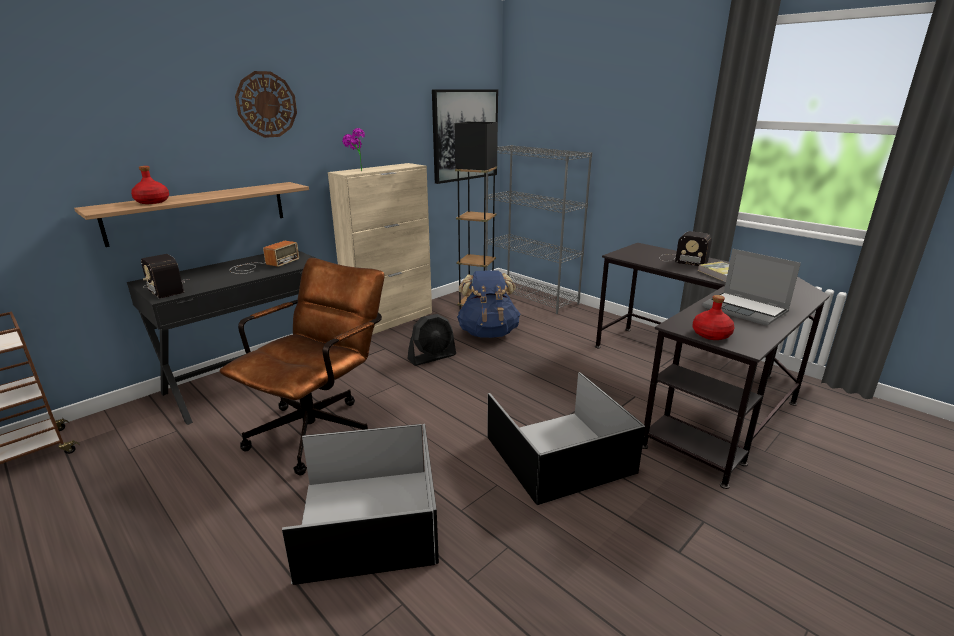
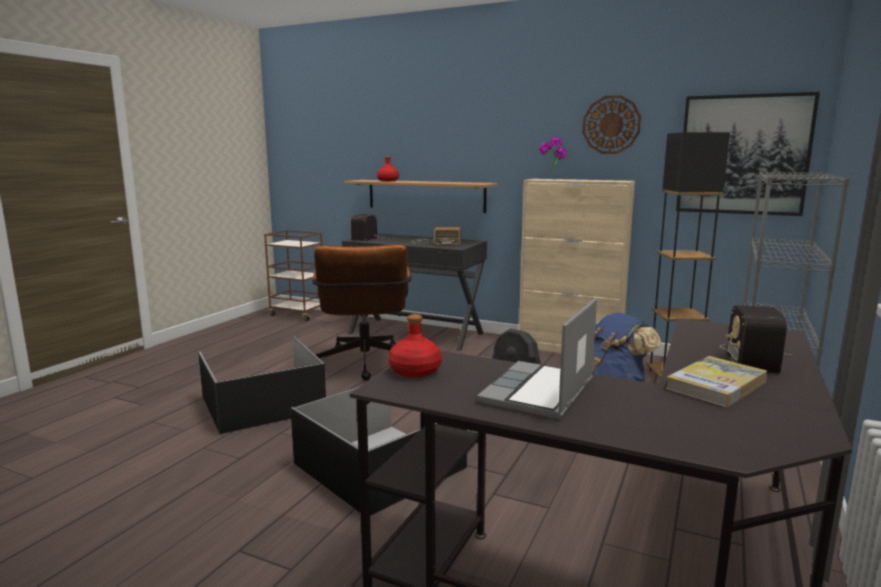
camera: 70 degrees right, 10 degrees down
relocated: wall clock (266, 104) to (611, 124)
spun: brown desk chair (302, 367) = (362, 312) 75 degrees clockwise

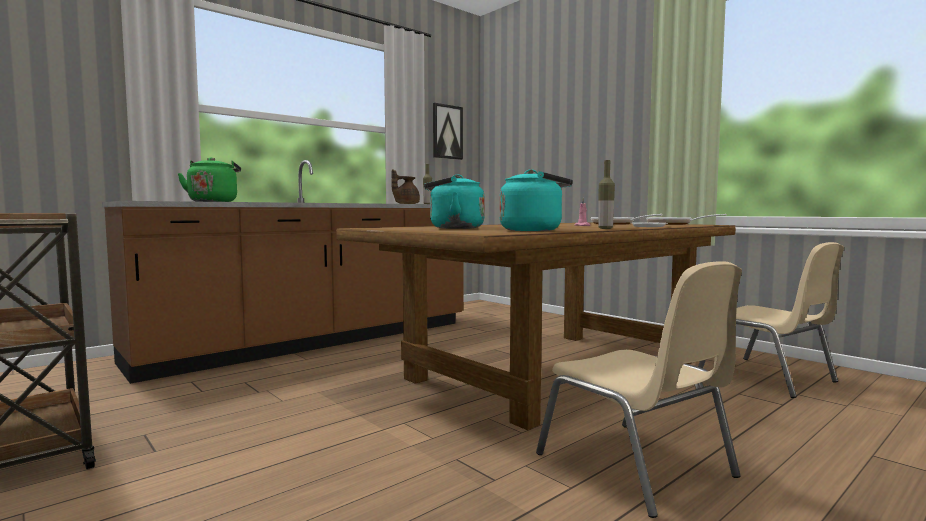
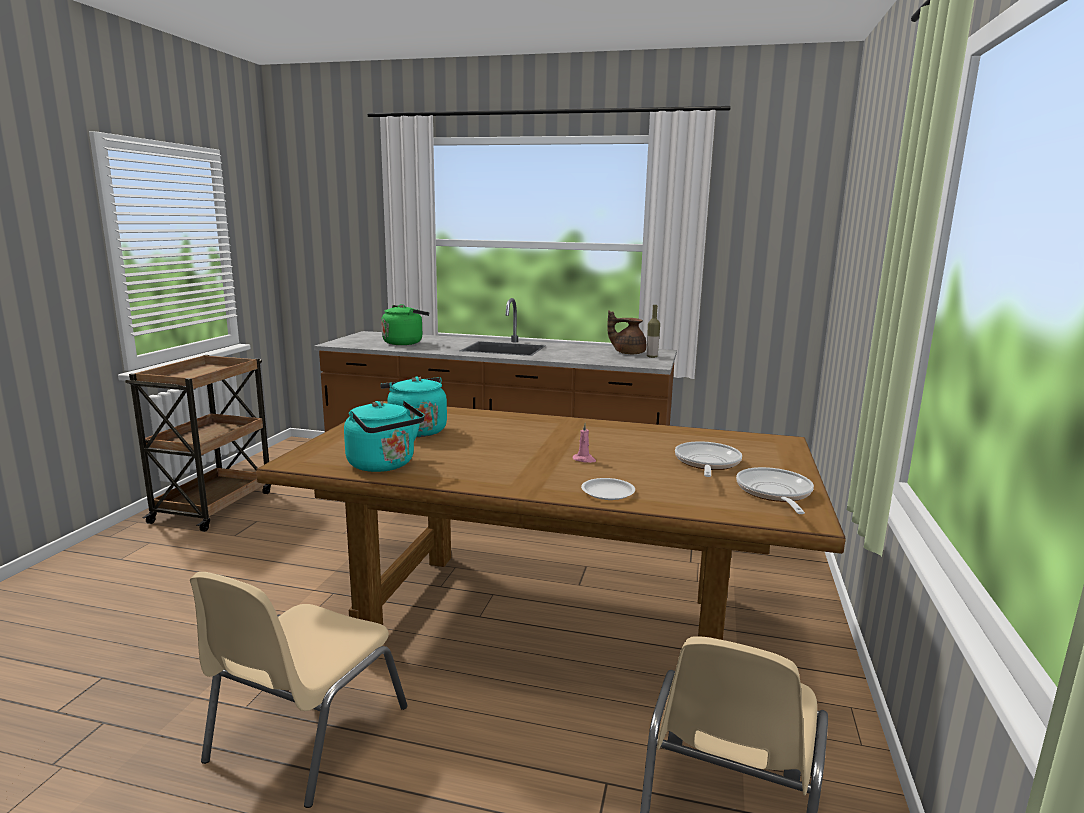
camera: 55 degrees right, 10 degrees up
missing: wall picture (448, 131); bottle (606, 194)

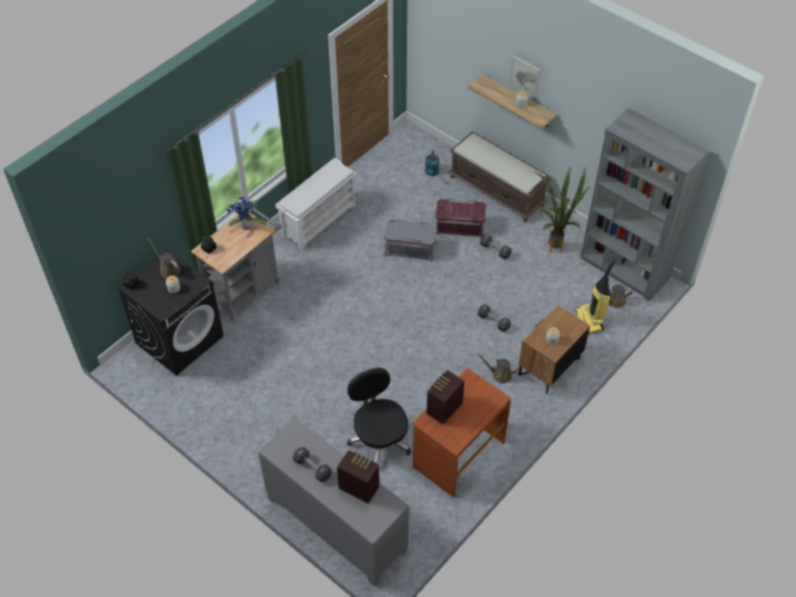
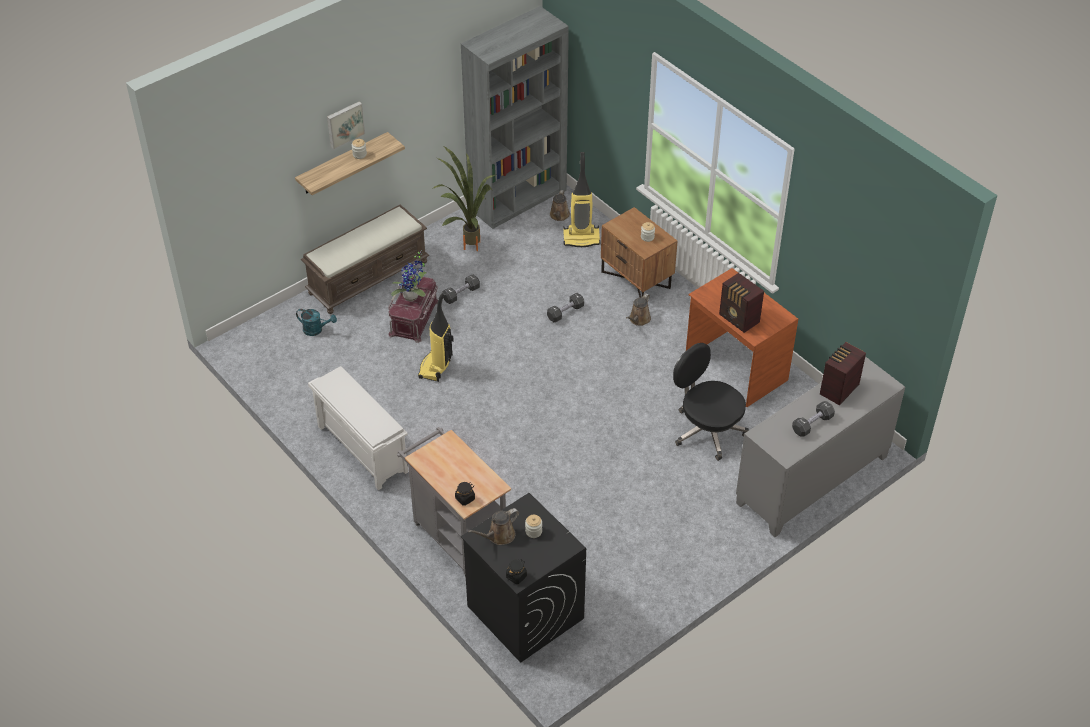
camera: 80 degrees left, 5 degrees down
relocated: plant in a pot (246, 213) to (409, 275)
exchanged: grey storage container (410, 241) to hoover (436, 336)
spun: blackish desk chair (379, 416) = (711, 402) 60 degrees clockwise

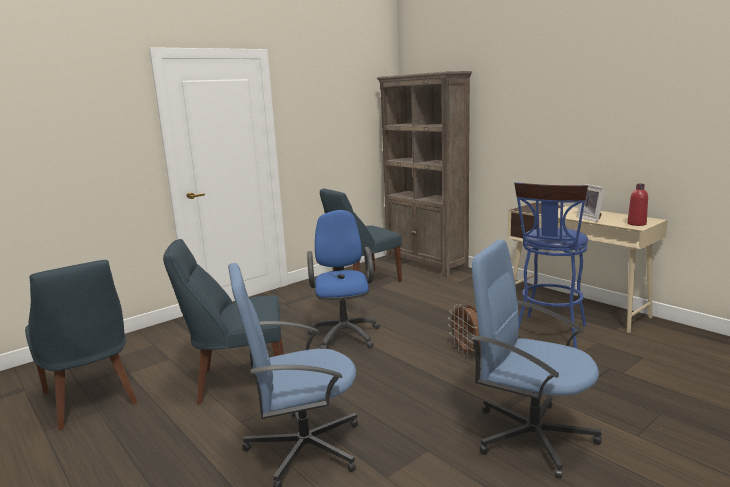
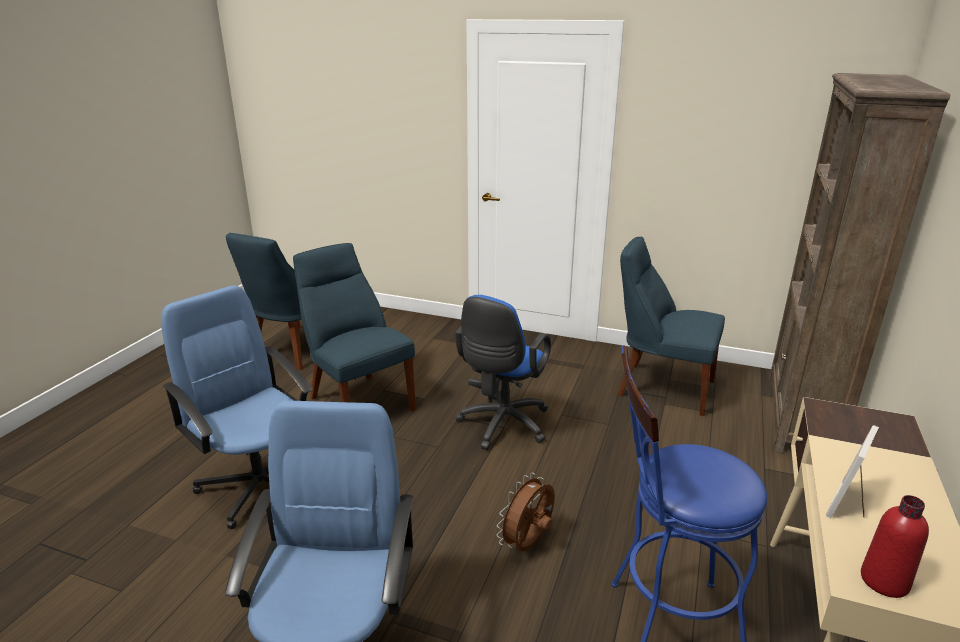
camera: 60 degrees right, 10 degrees up
spun: blue desk chair (343, 279) = (503, 372) 150 degrees clockwise

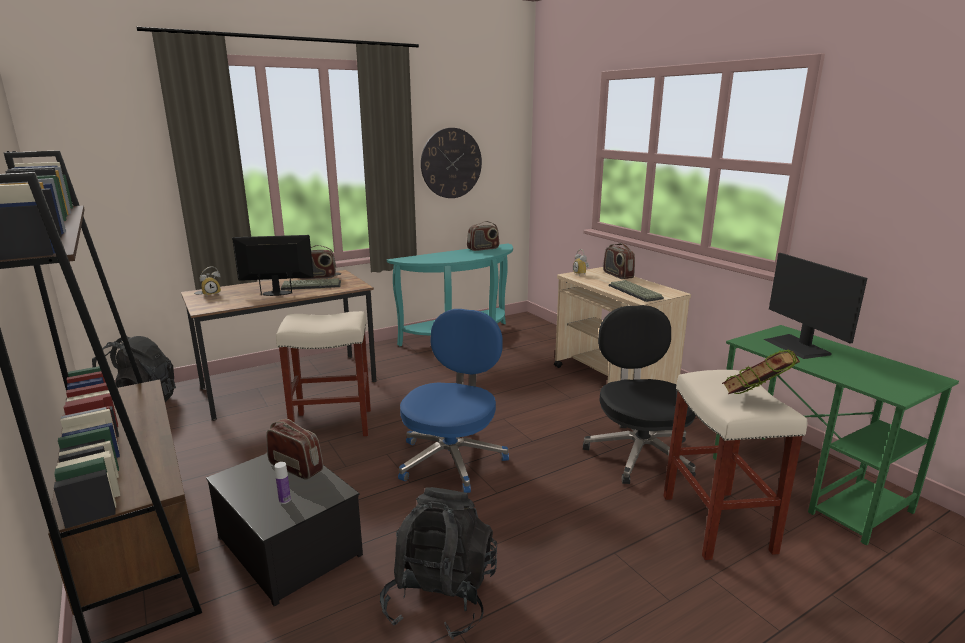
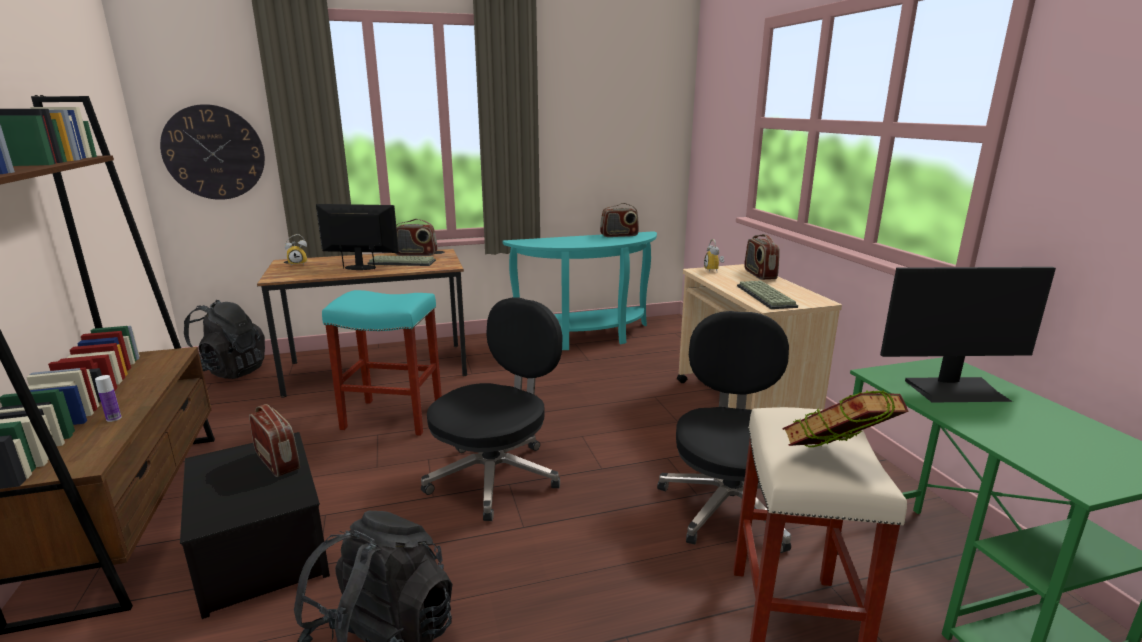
camera: 15 degrees right, 0 degrees up
relocated: bottle (282, 483) to (108, 398); wall clock (451, 163) to (212, 152)
colour: beige-coloured stool seat (323, 373) to turquoise stool seat (382, 363); blue desk chair (453, 401) to blackish desk chair (491, 409)
spun: computer display (816, 306) = (968, 334) 90 degrees counterclockwise

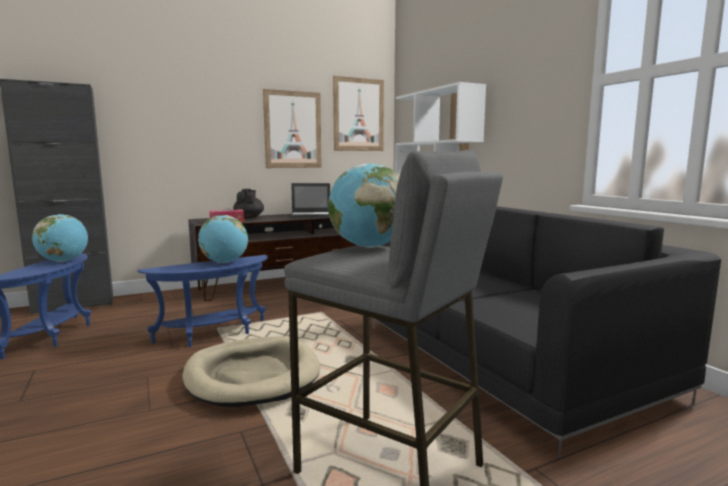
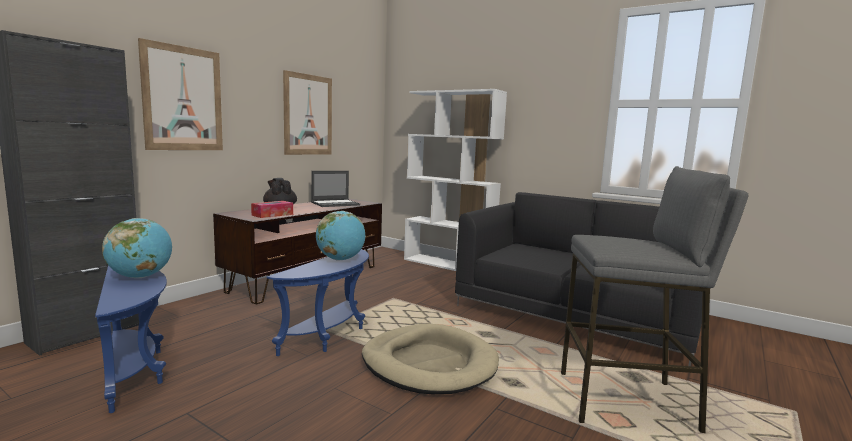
camera: 30 degrees left, 0 degrees up
missing: globe (364, 206)
relocated: wall picture (358, 113) to (180, 94)

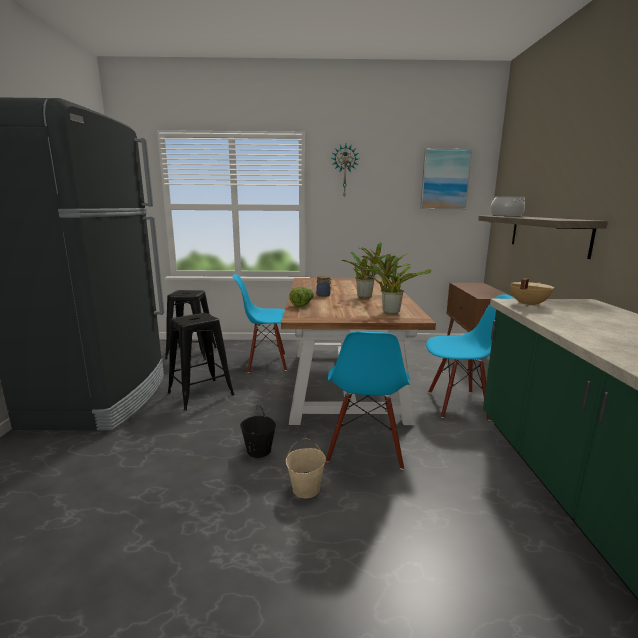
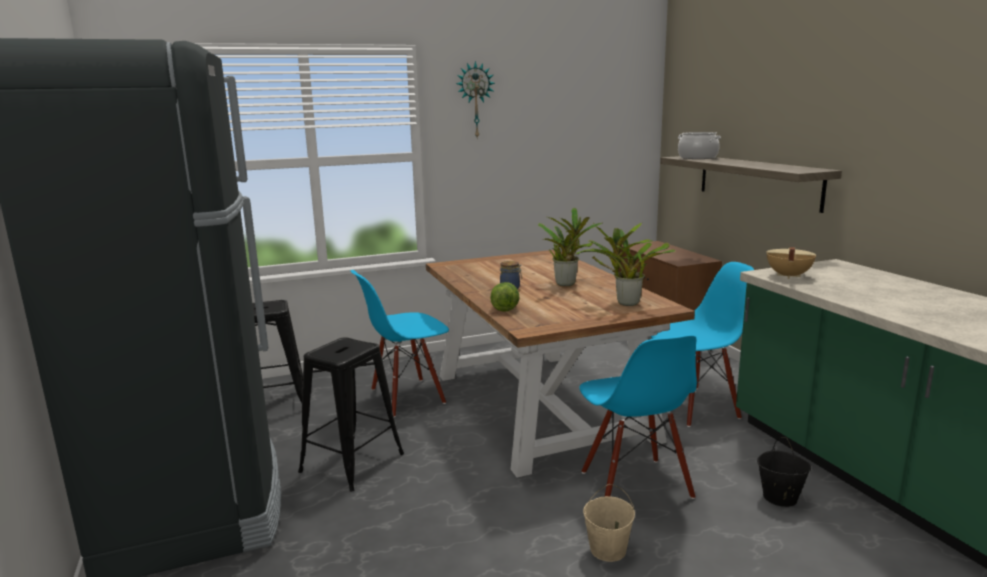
camera: 20 degrees left, 0 degrees up
missing: wall picture (446, 179)
relocated: blackish bucket (258, 432) to (784, 472)

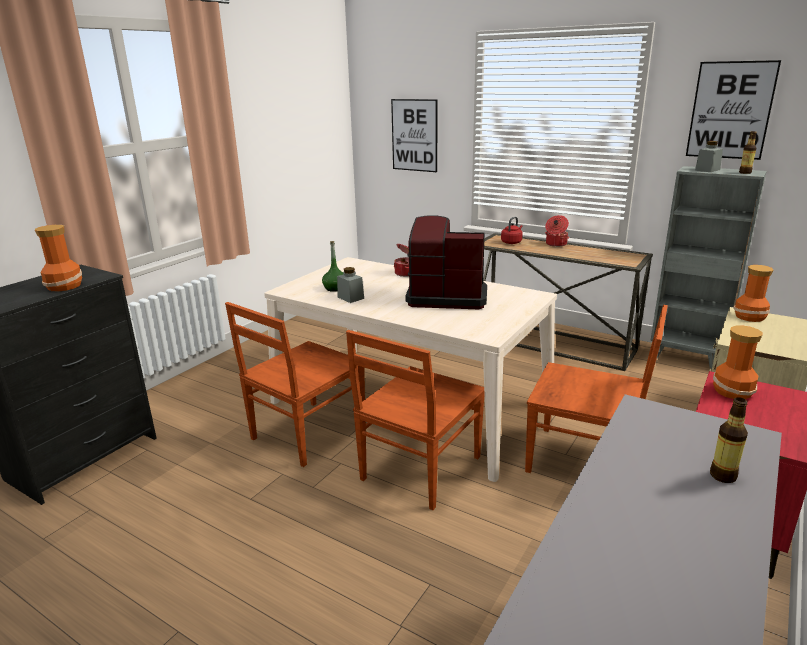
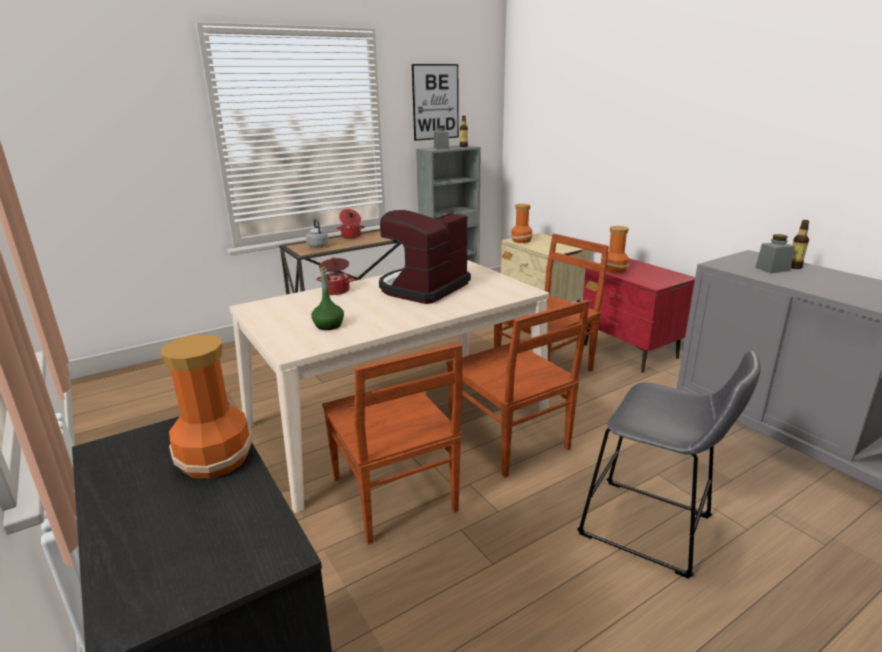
camera: 65 degrees left, 0 degrees up
missing: wall picture (414, 135)
appeared: grey stool seat (669, 465)
relocated: grey storage jar (350, 285) to (775, 253)
colour: reddish water kettle (512, 230) to grey water kettle (317, 233)

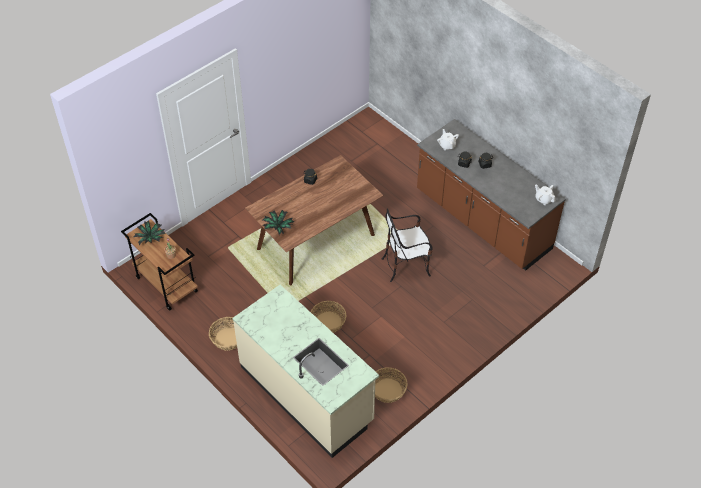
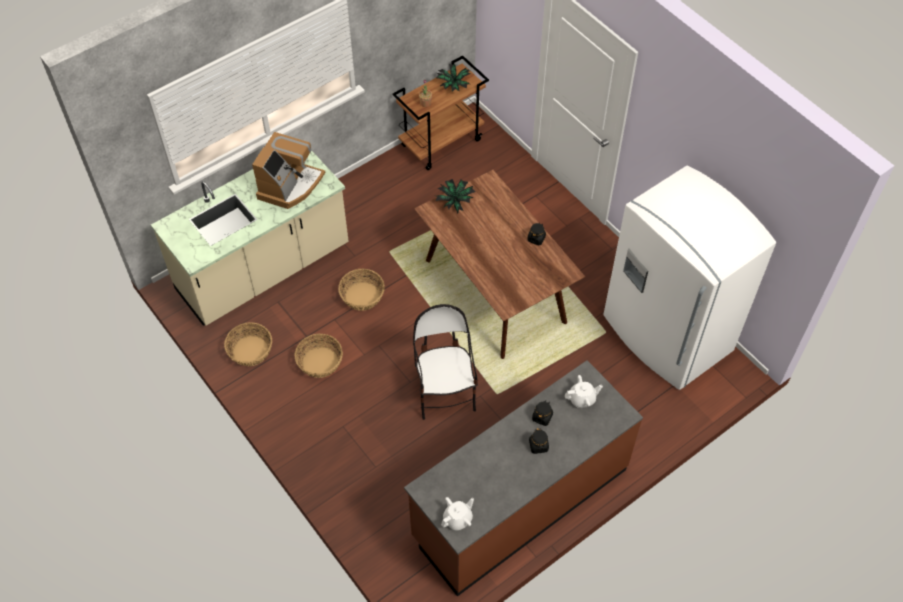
camera: 95 degrees right, 5 degrees up
appeared: coffee maker (288, 170); white-coloured kitchen fridge (689, 278)
relocated: basket (223, 334) to (319, 356)

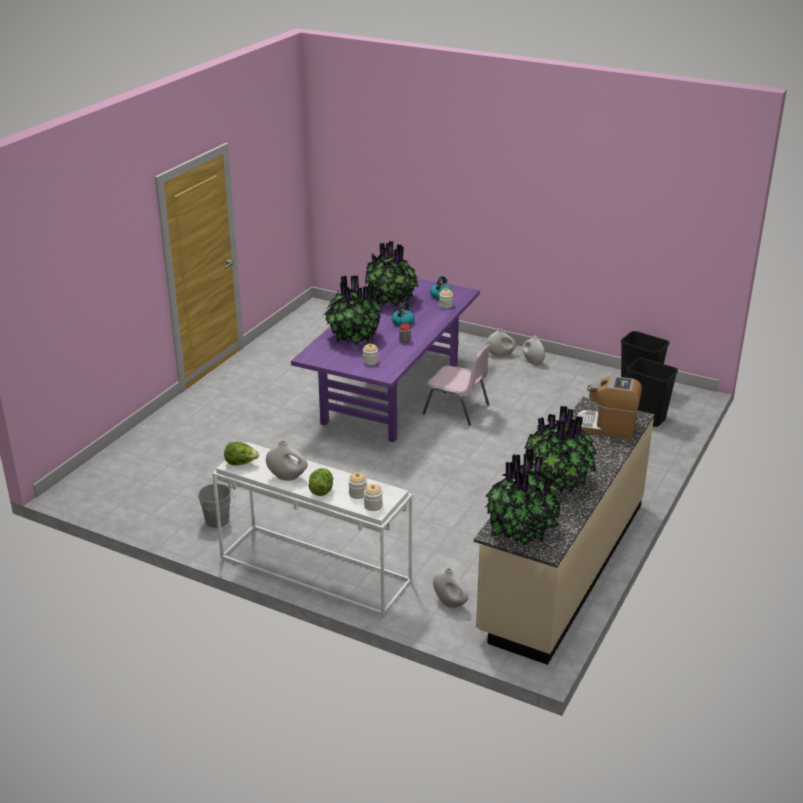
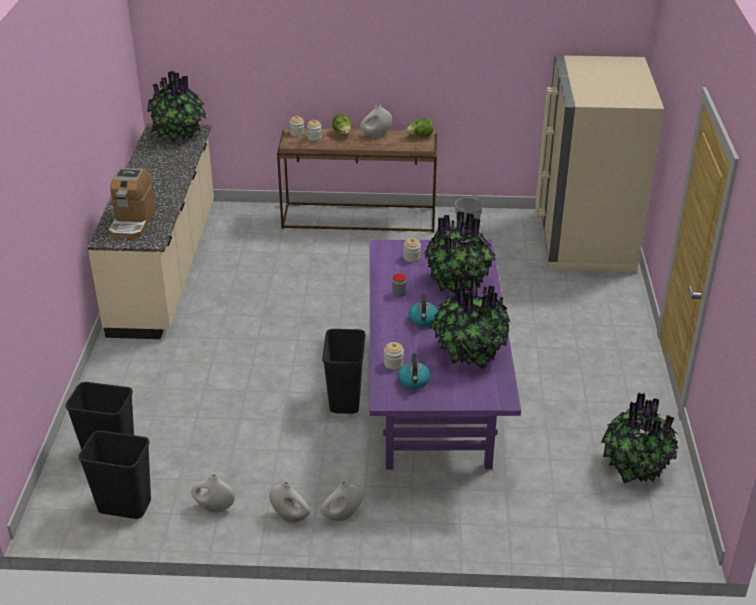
camera: 155 degrees right, 5 degrees up
appeared: beige-coloured kitchen fridge (599, 164)
relocated: white-coloured decorative vase (451, 588) to (213, 493); plant in a pot (560, 449) to (639, 438)
exchanged: pink-coloured plain chair (456, 385) to blackish rubbish bin (343, 371)
colour: white-coloured narrow table (312, 529) to brown narrow table (357, 180)
spun: coffee maker (609, 407) = (132, 203) 105 degrees clockwise

